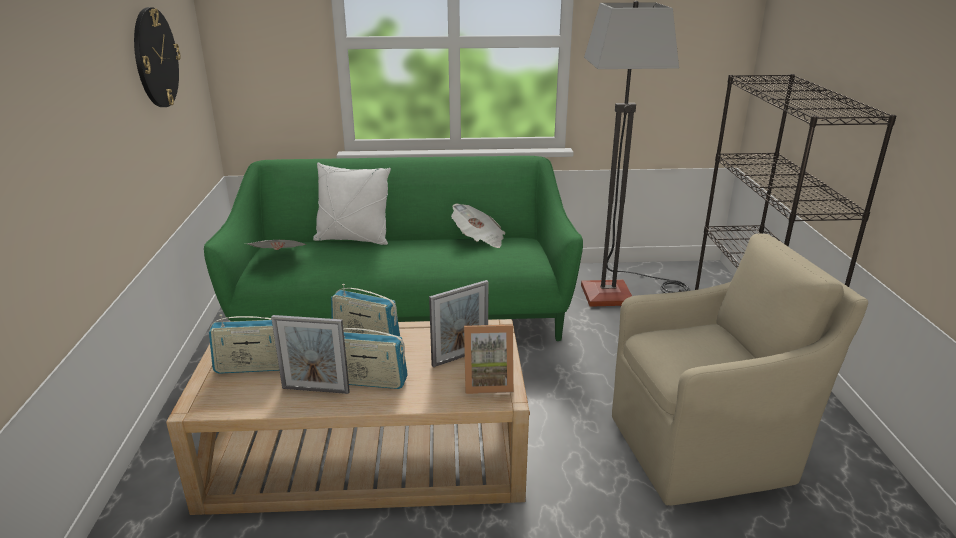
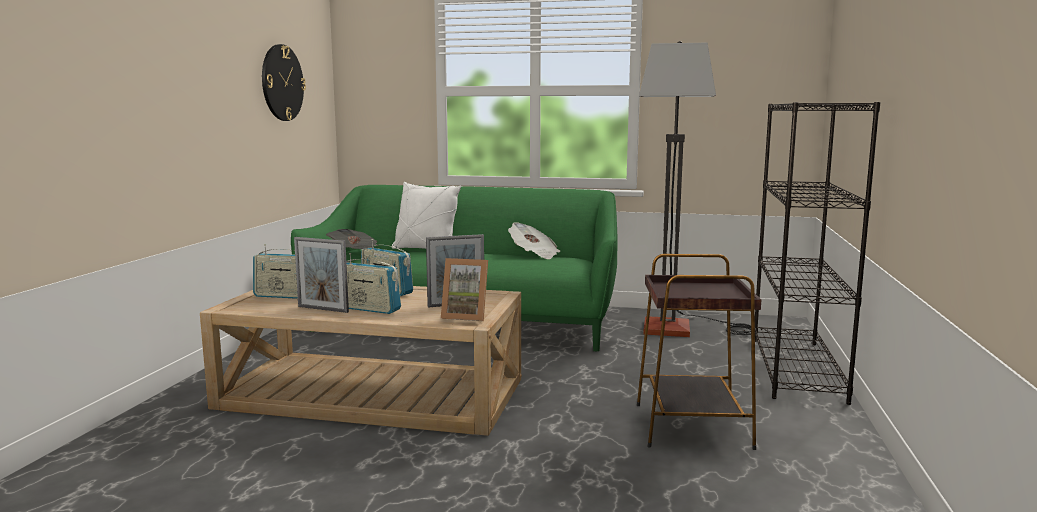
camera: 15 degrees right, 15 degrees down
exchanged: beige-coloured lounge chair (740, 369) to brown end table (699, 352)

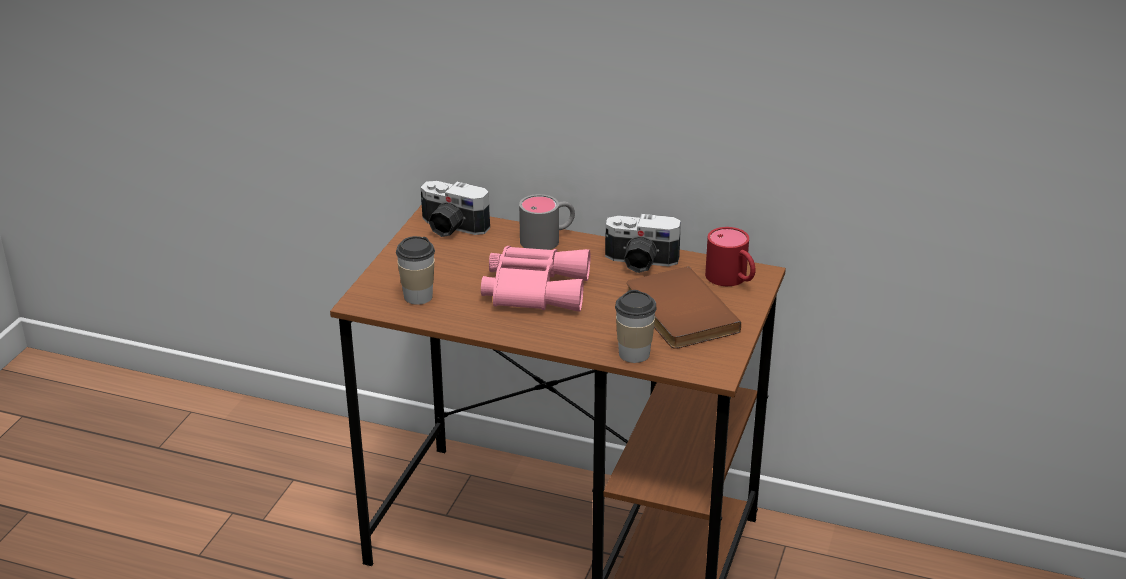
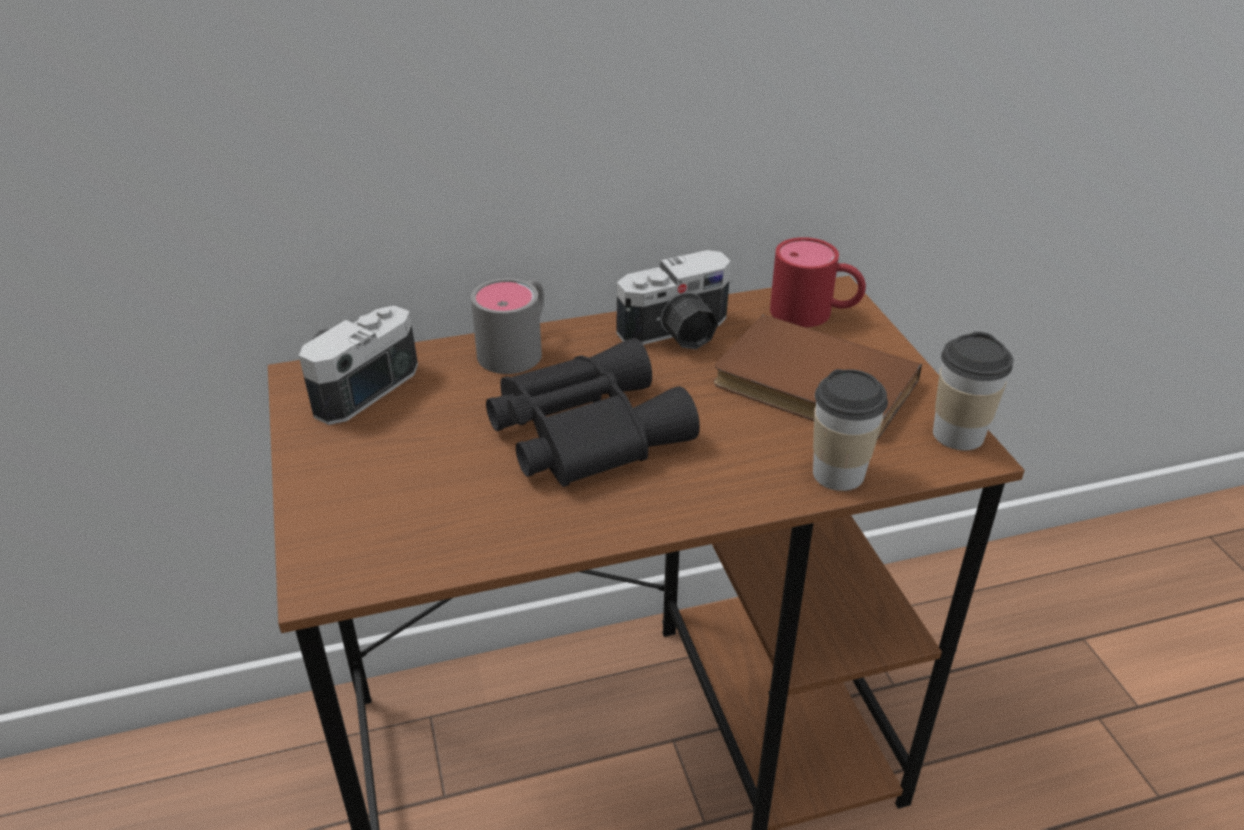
camera: 35 degrees left, 5 degrees up
relocated: cup (415, 270) to (973, 391)
colour: pink-coloured binoculars (536, 278) to blackish binoculars (593, 412)
spun: still camera (455, 209) = (358, 365) 135 degrees clockwise

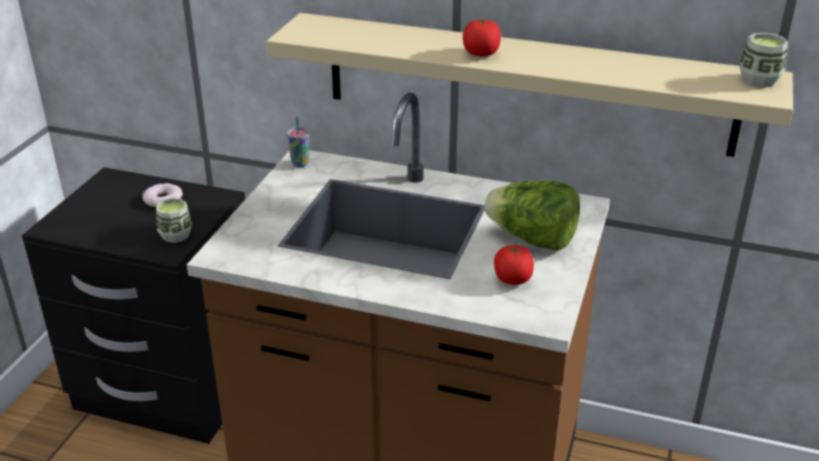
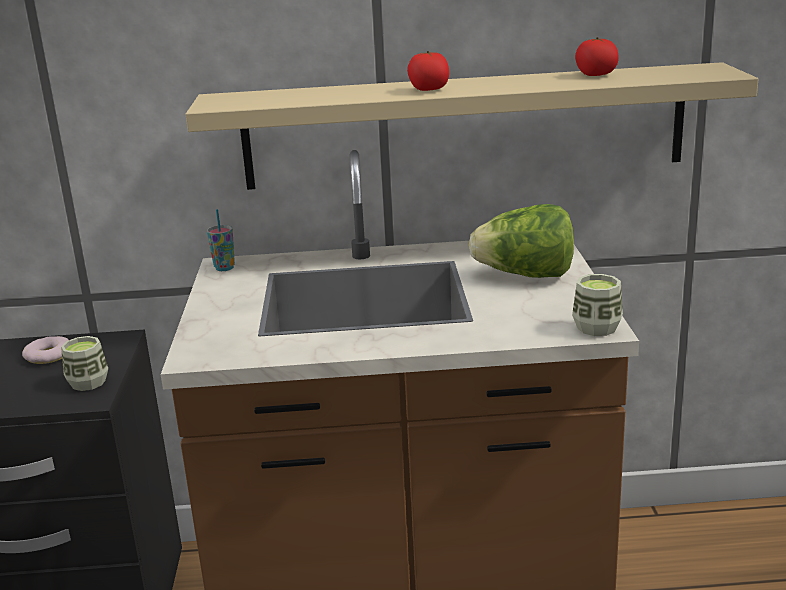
camera: 20 degrees left, 10 degrees down
relocated: whole tomato (514, 265) to (597, 56); cup (763, 60) to (597, 305)

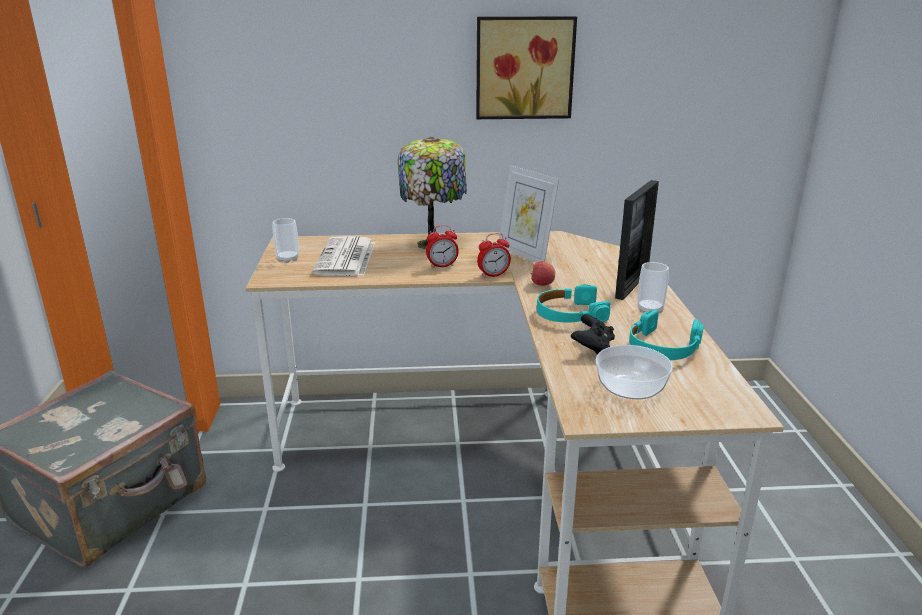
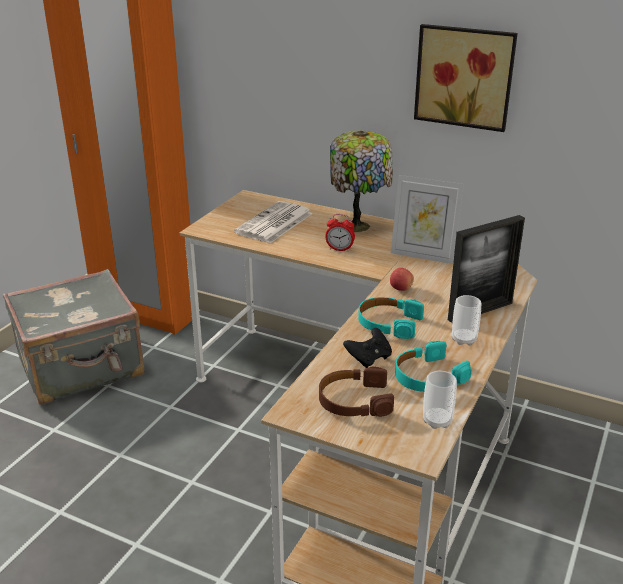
camera: 30 degrees right, 5 degrees up
missing: table clock (494, 255)
relocated: cup (285, 240) to (440, 400)
exchanged: serving bowl (634, 372) to brown headphones (356, 391)
spun: photo frame (529, 214) = (427, 219) 60 degrees counterclockwise

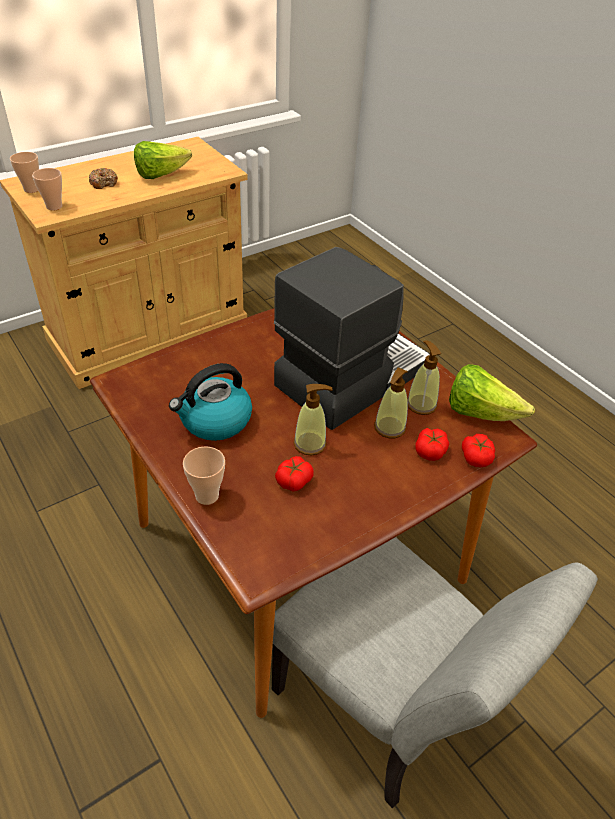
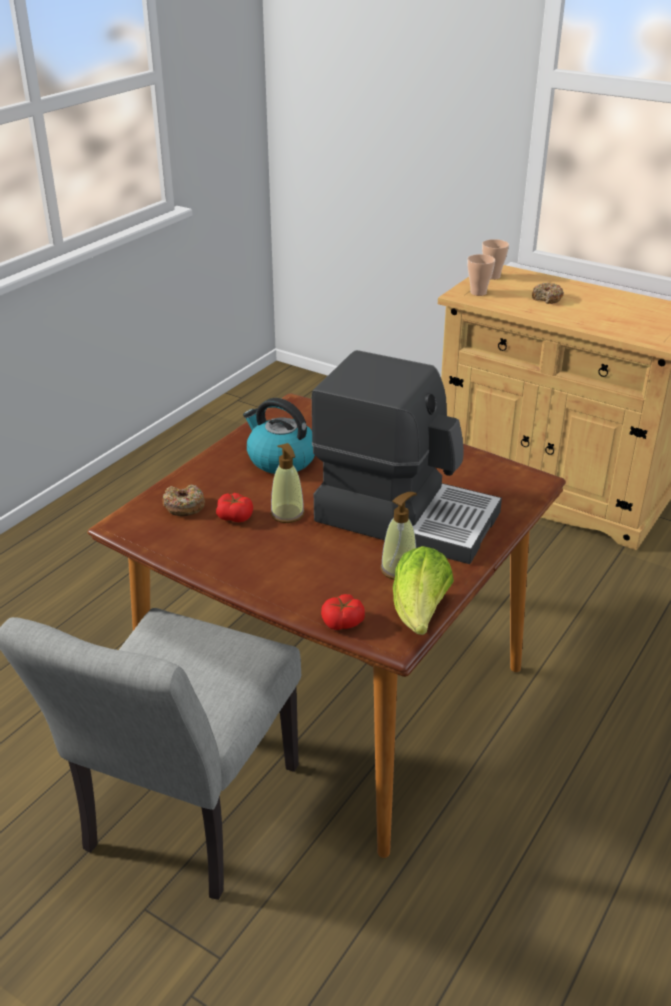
camera: 70 degrees right, 10 degrees down
missing: lettuce (163, 160); cup (204, 475); soap bottle (391, 402); whole tomato (432, 444)
appeared: ring doughnut (183, 500)

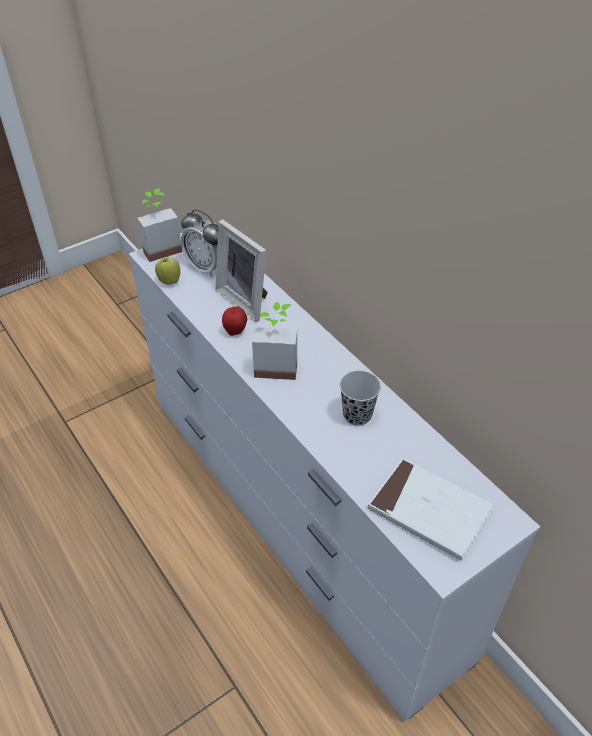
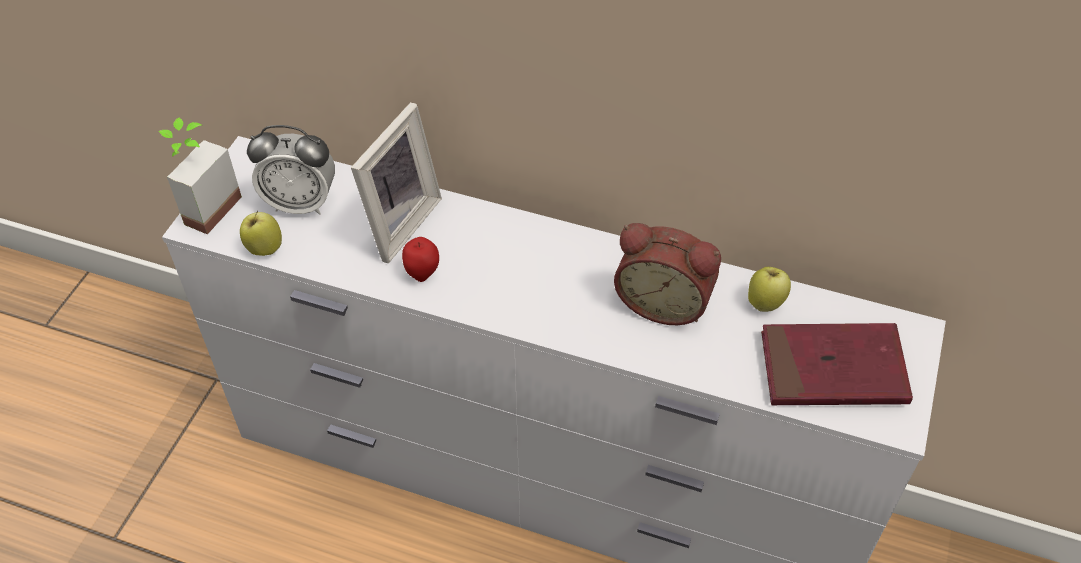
camera: 35 degrees left, 5 degrees up
missing: plant in a pot (274, 341)
appeared: apple (769, 289)
exchanged: blackish cup (360, 398) to table clock (667, 274)
colour: white-coloured book (431, 509) to reddish book (837, 364)
spun: photo frame (241, 271) = (396, 182) 75 degrees counterclockwise

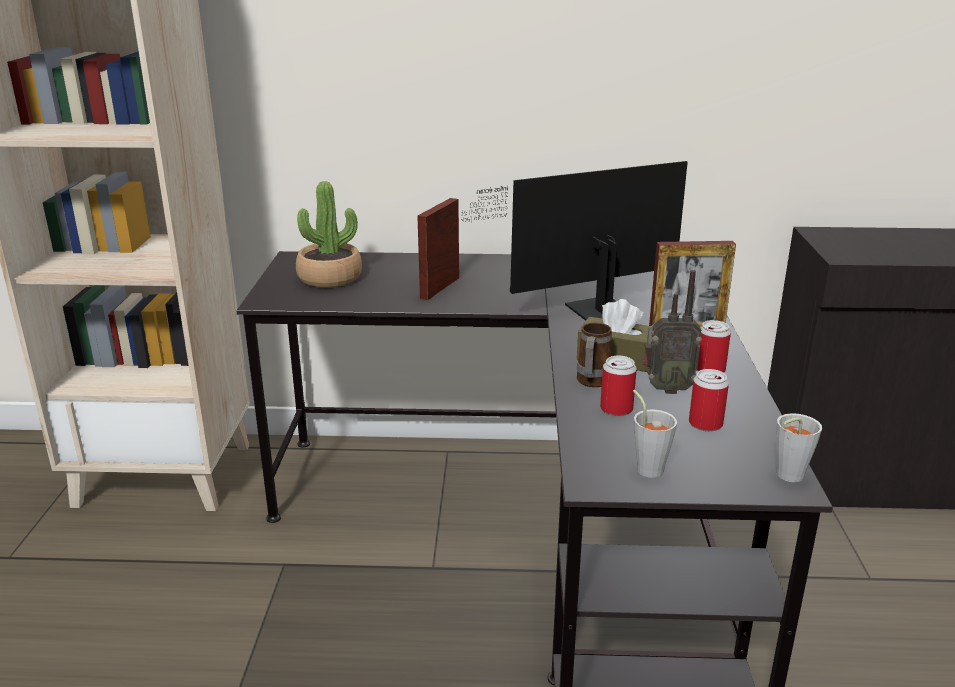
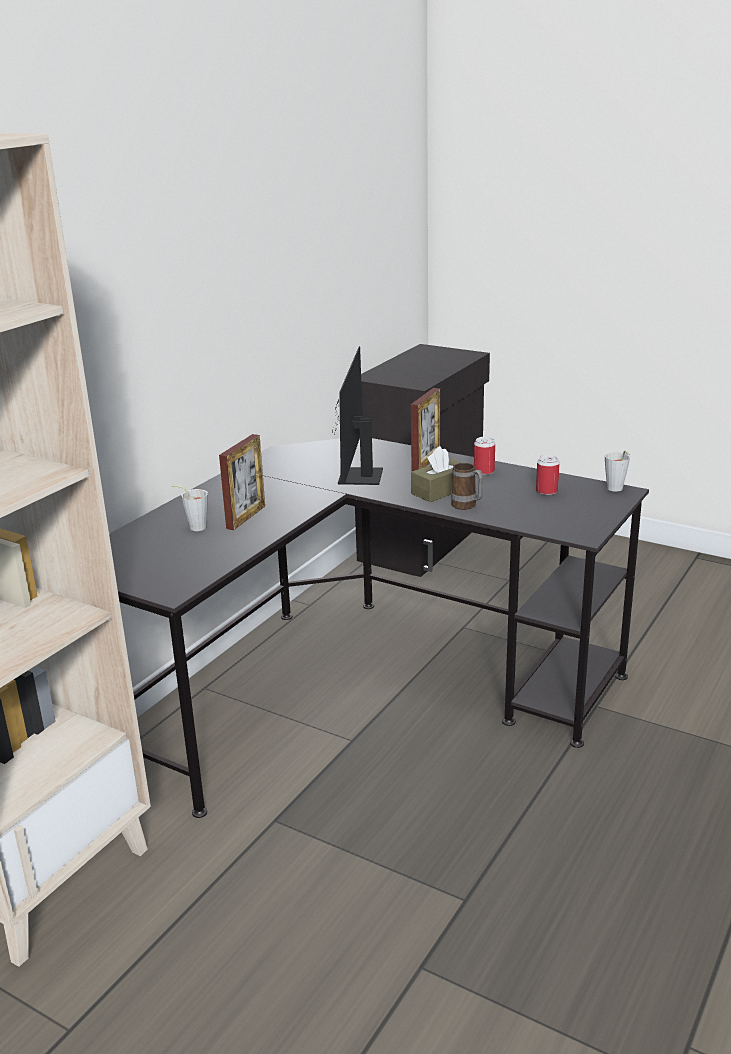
camera: 60 degrees left, 0 degrees up
missing: plant in a pot (329, 234); can (618, 386); radio (672, 332)
relocated: grey cup (655, 434) to (189, 508)
spun: photo frame (438, 249) = (242, 482) 120 degrees counterclockwise

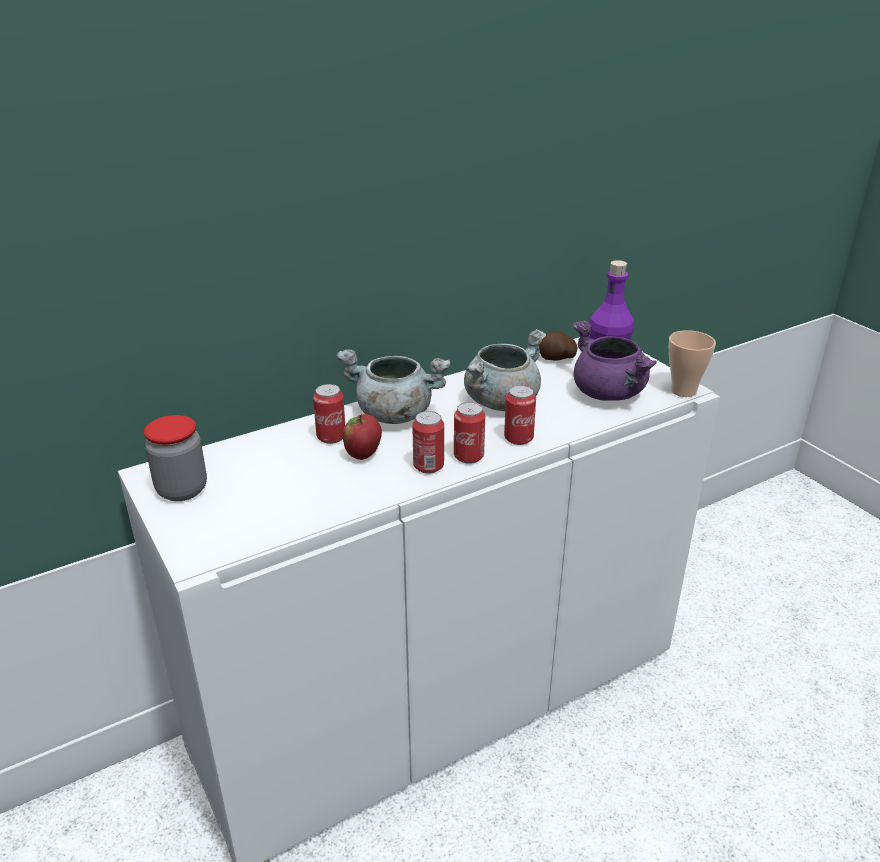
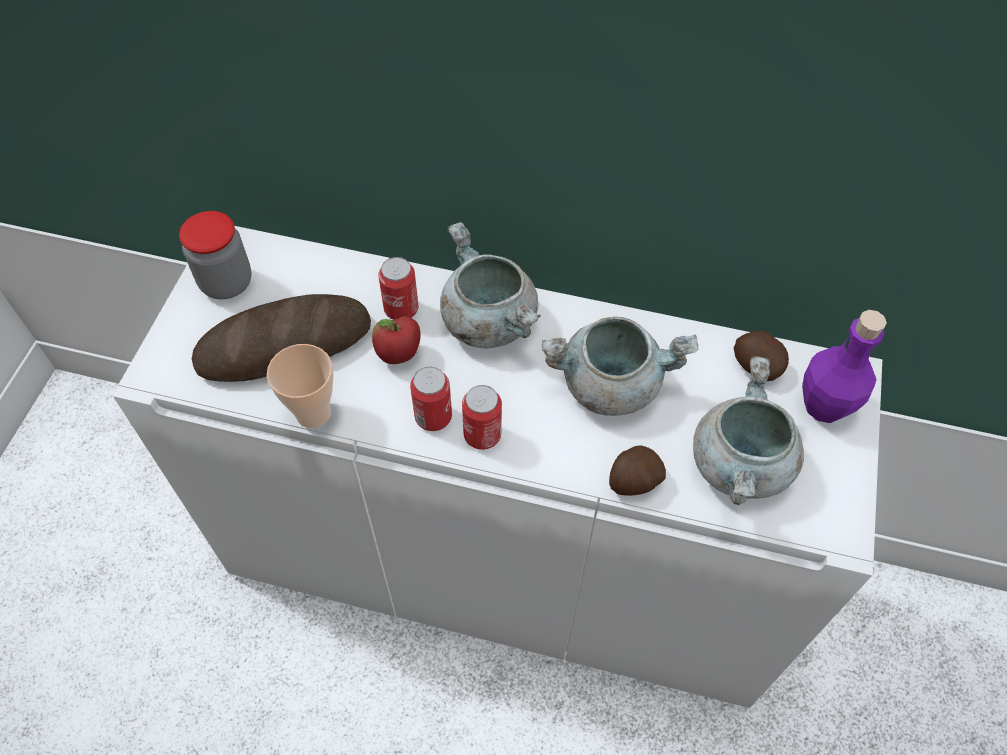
camera: 45 degrees right, 25 degrees up
missing: can (520, 415)
appeared: baked bread (281, 338); spud (637, 470)
relocated: cup (692, 363) to (300, 386)
colour: purplish saucepot (615, 361) to grey saucepot (748, 430)

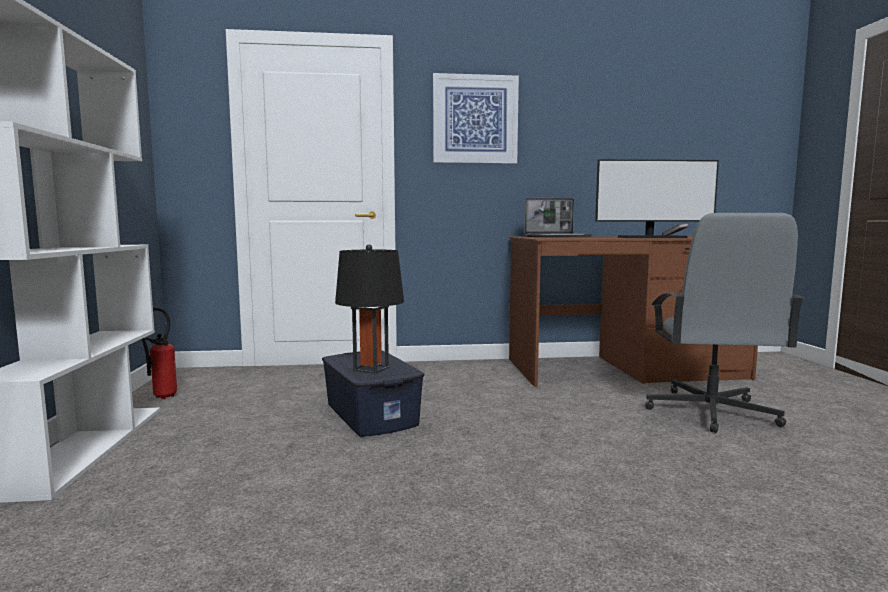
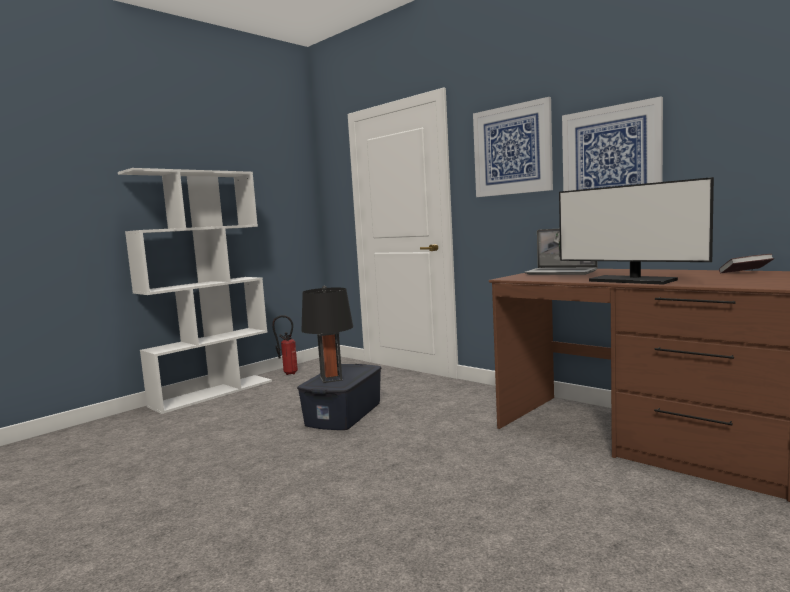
camera: 50 degrees right, 0 degrees up
missing: grey desk chair (724, 323)
appeared: wall picture (612, 143)

